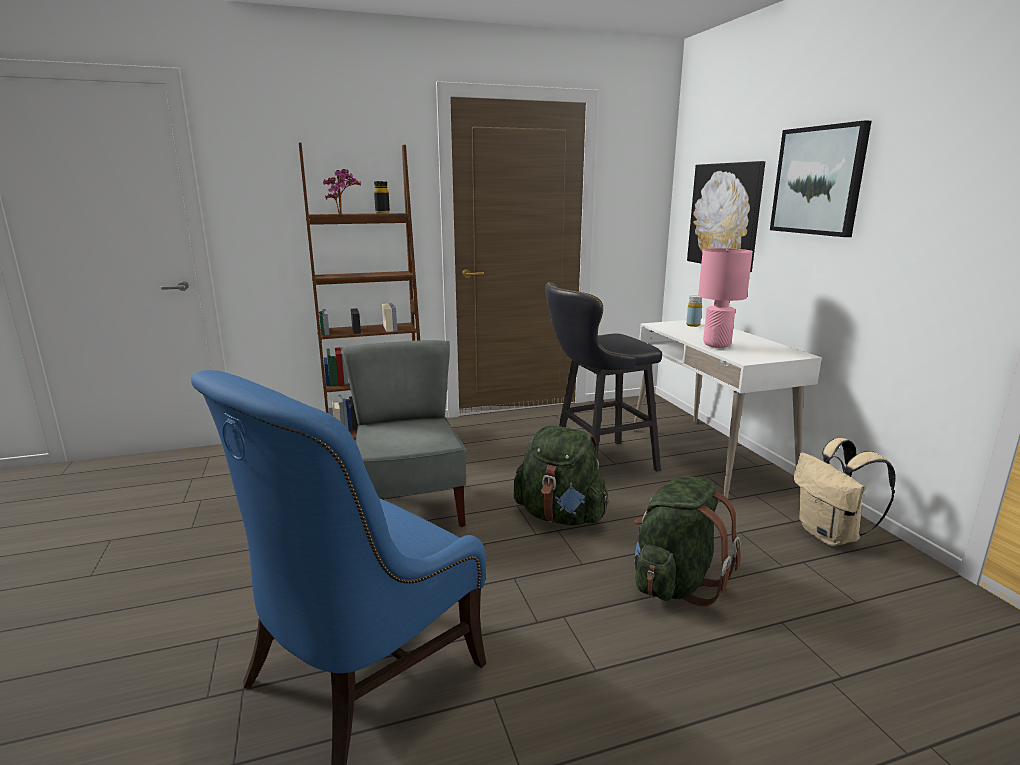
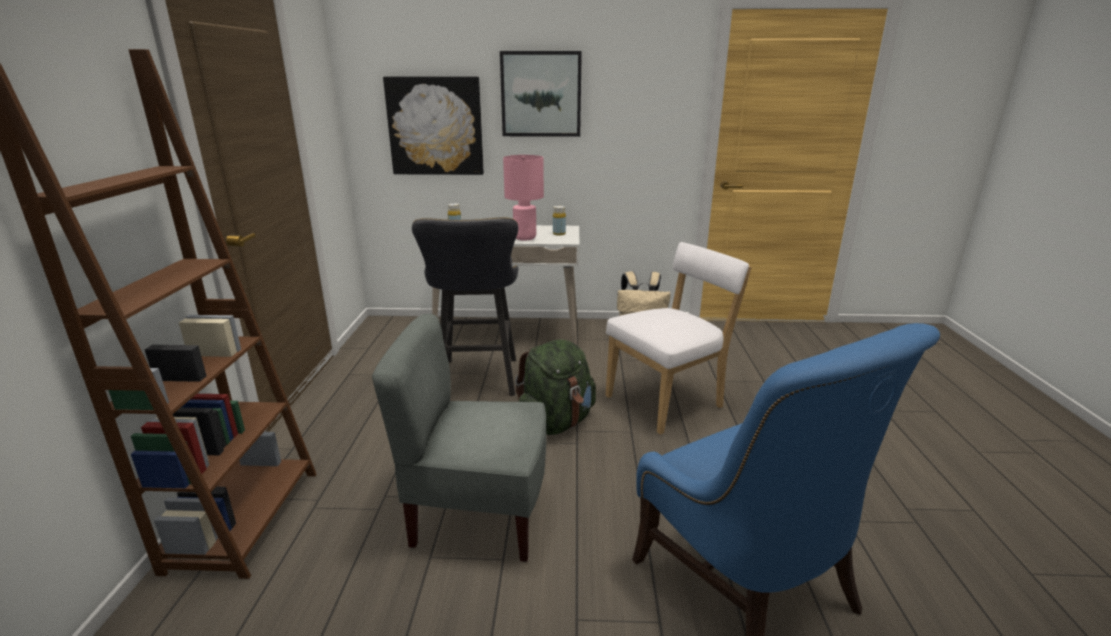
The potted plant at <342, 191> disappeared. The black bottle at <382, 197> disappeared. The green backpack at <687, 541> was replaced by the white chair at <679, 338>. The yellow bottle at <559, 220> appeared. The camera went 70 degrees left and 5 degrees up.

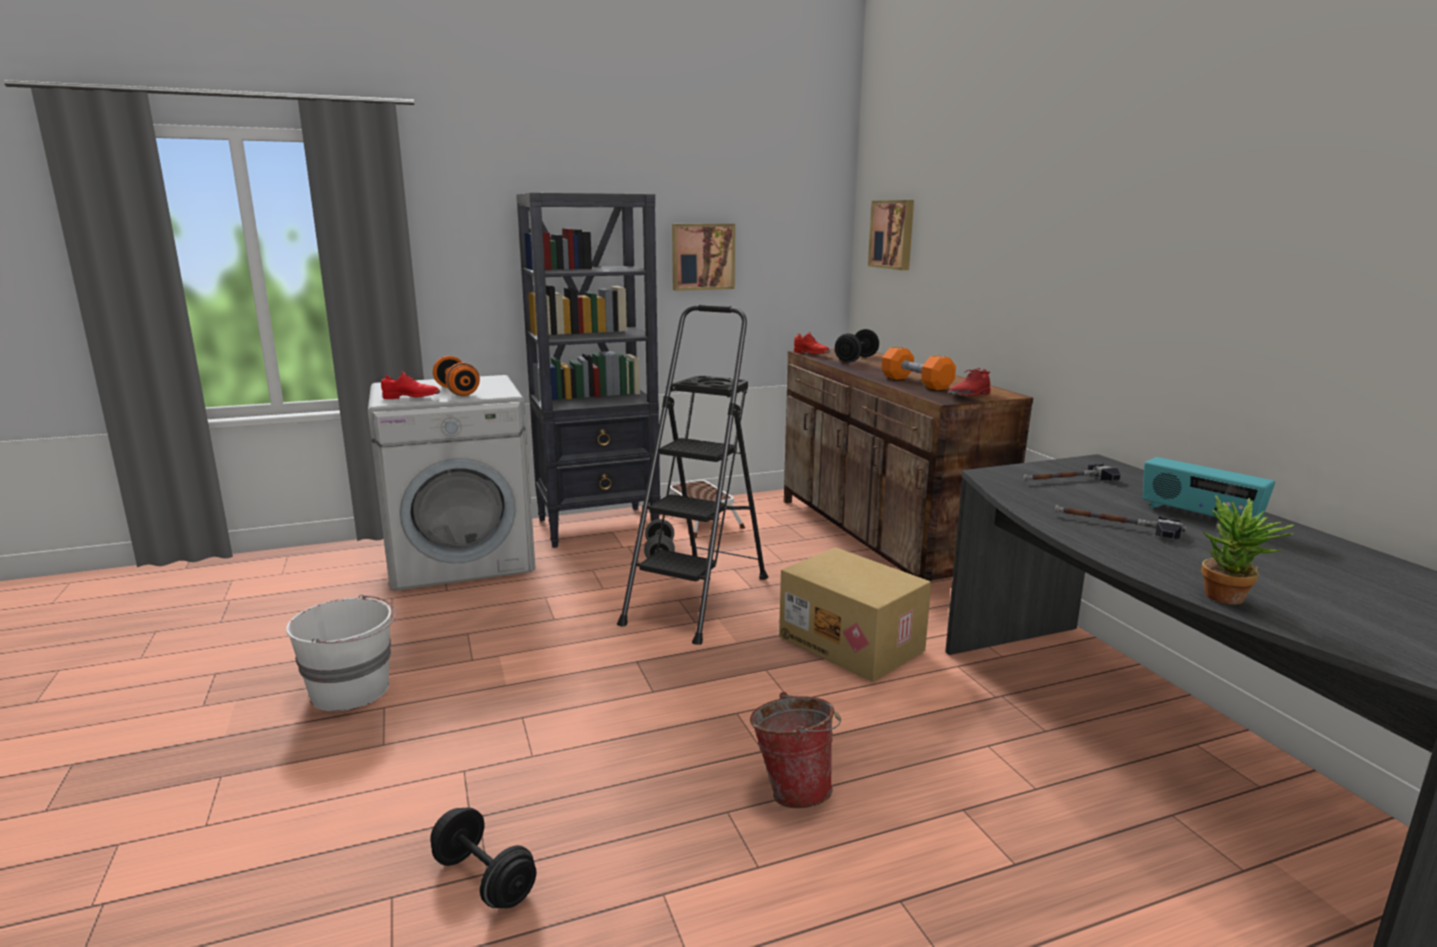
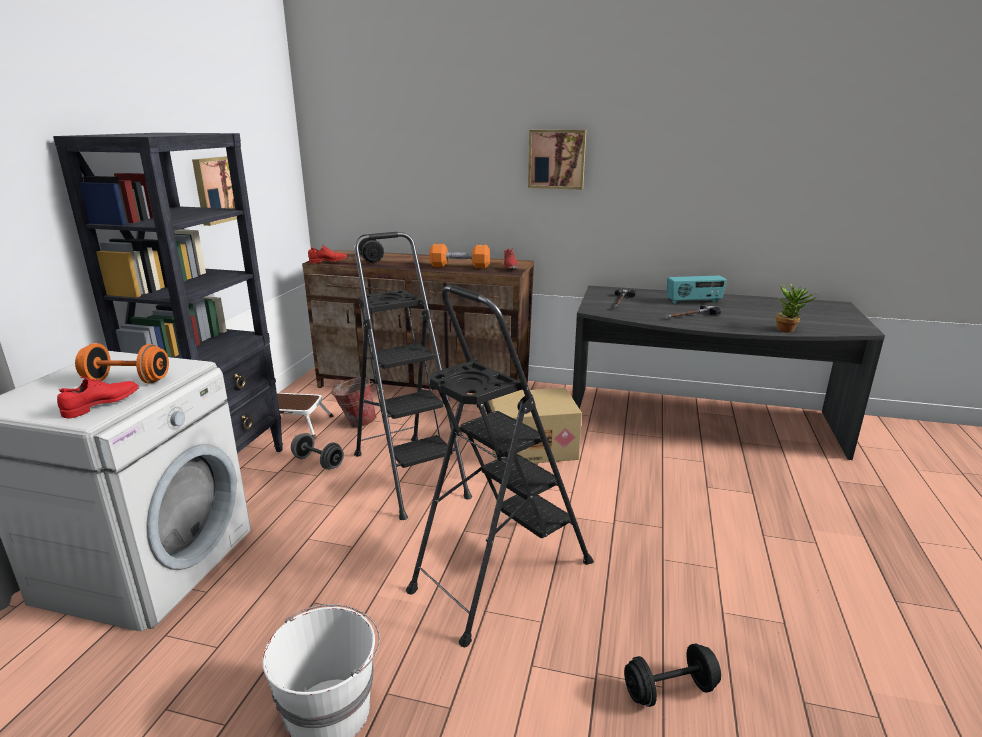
The picture moved from <891, 235> to <557, 160>. The bucket moved from <795, 750> to <353, 402>. The step ladder at <500, 466> appeared. The camera went 55 degrees left and 5 degrees up.

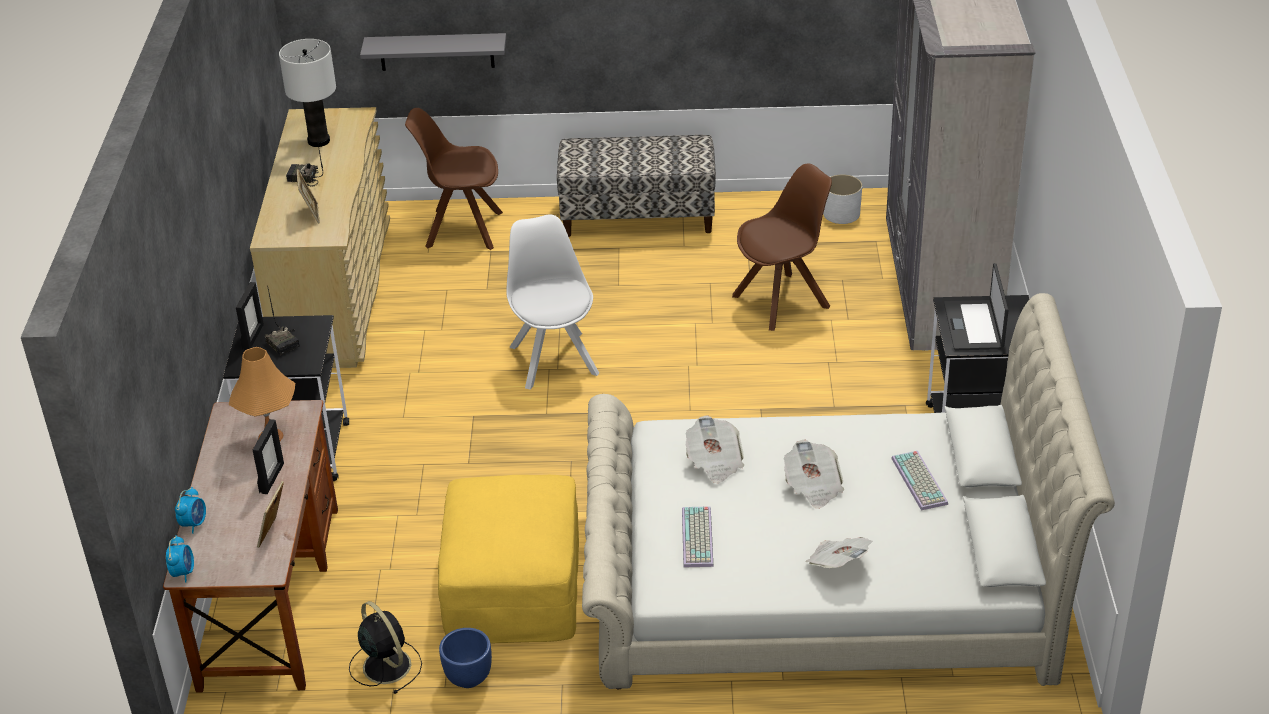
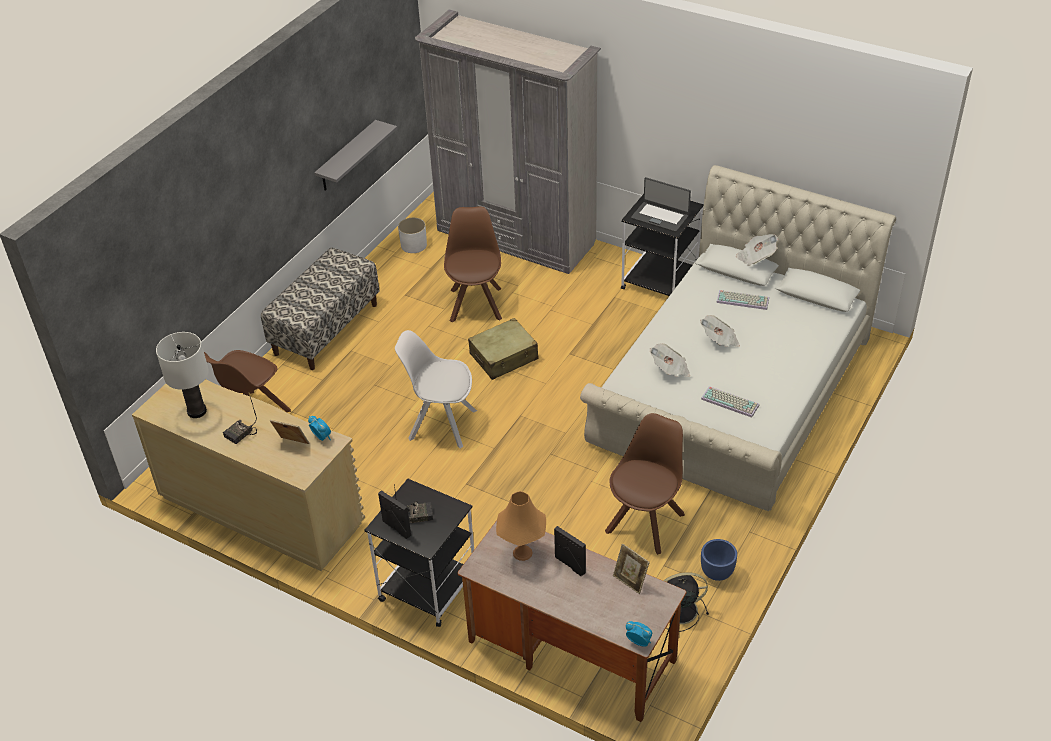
The grey shelf moved from <433, 52> to <355, 155>. The yellow ottoman at <508, 559> was replaced by the brown chair at <645, 484>. The alarm clock moved from <190, 510> to <319, 428>. The newspaper moved from <839, 552> to <757, 250>. The beige suitcase at <503, 349> appeared. The camera went 60 degrees left and 5 degrees up.

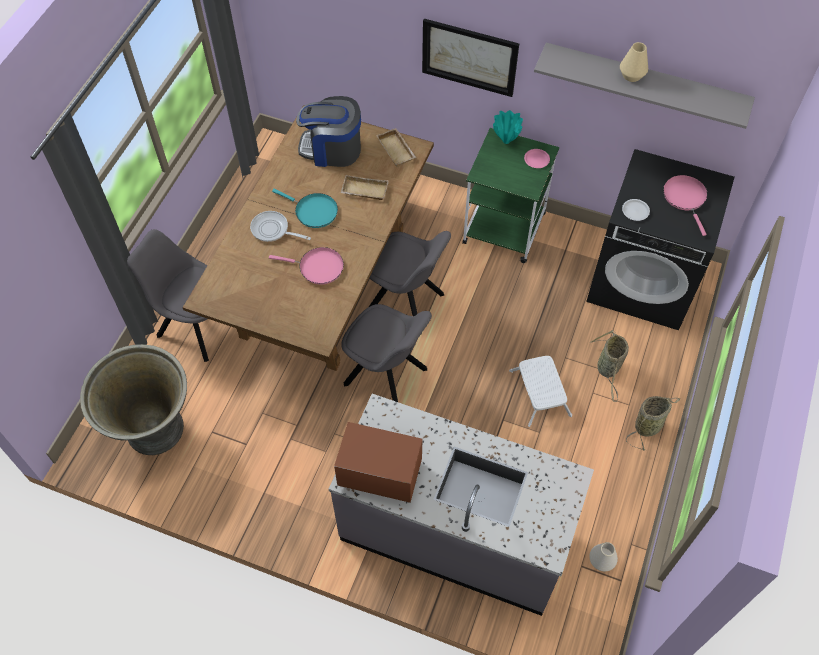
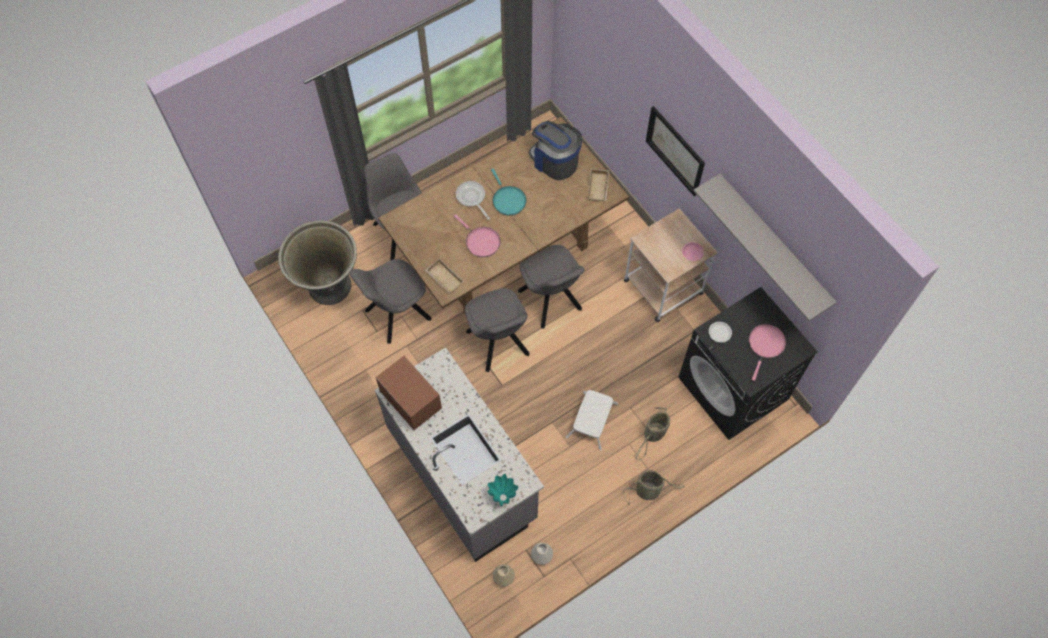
The beige vase moved from <634, 62> to <504, 575>. The turquoise vase moved from <508, 127> to <503, 490>. The green cart at <510, 195> became the beige cart at <671, 265>. The beige tray moved from <365, 187> to <444, 276>. The grey chair at <390, 301> appeared. The camera went 35 degrees right and 5 degrees up.

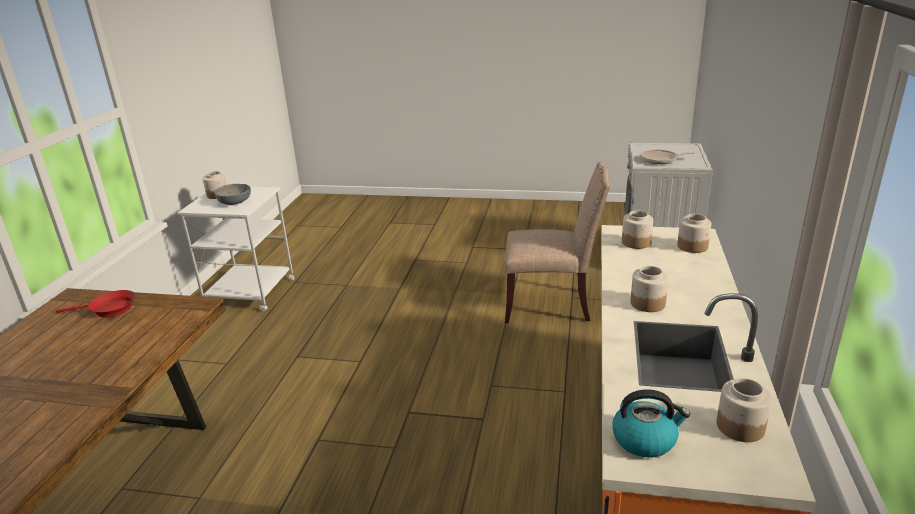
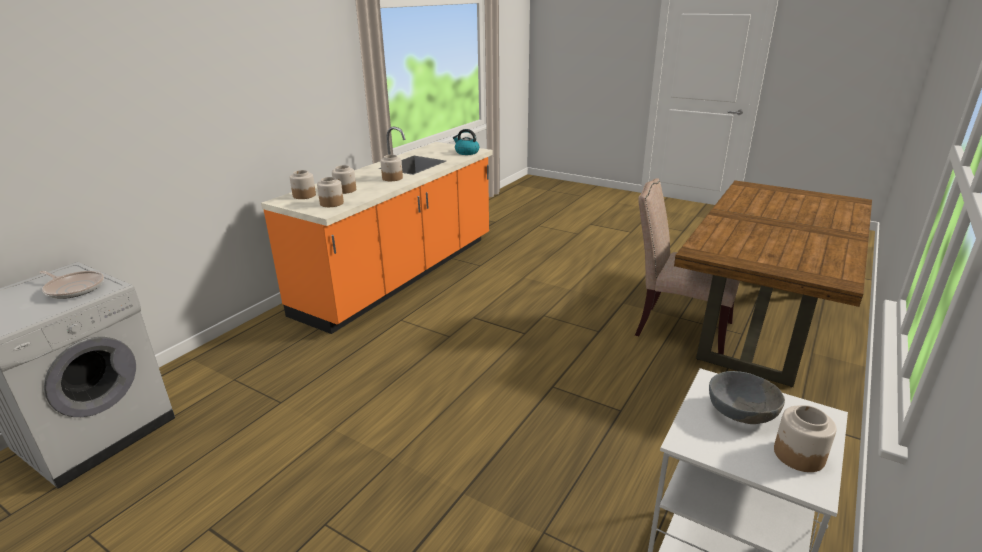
The beige chair moved from <557, 243> to <687, 266>. The red frying pan at <96, 303> disappeared. The jar moved from <744, 410> to <344, 179>. The camera went 160 degrees left and 0 degrees up.

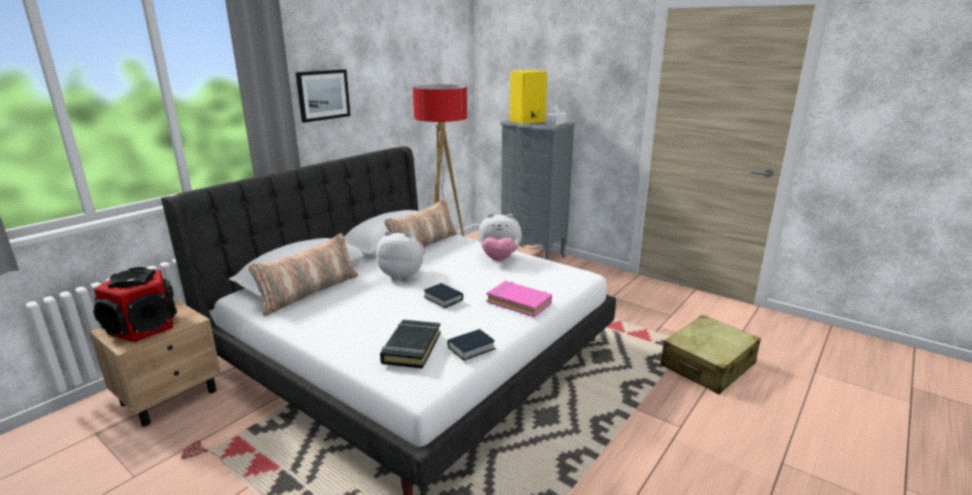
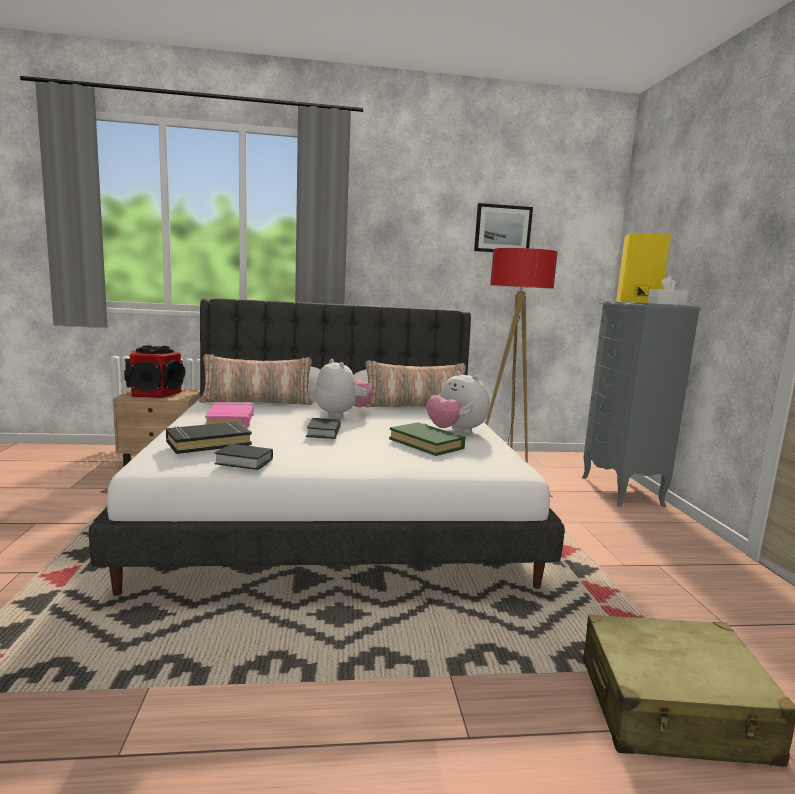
The picture moved from <323, 96> to <503, 227>. The pink book moved from <519, 299> to <229, 415>. The green book at <427, 439> appeared. The camera went 45 degrees right and 10 degrees down.

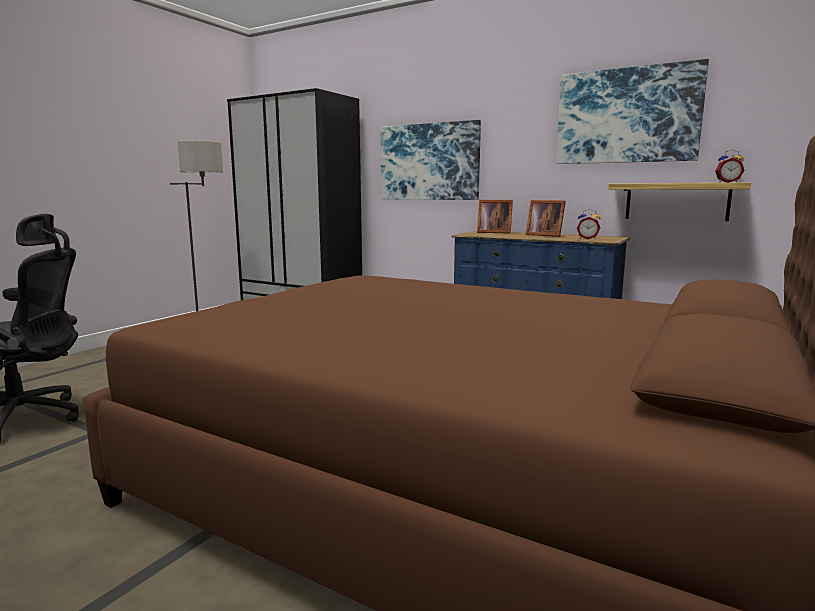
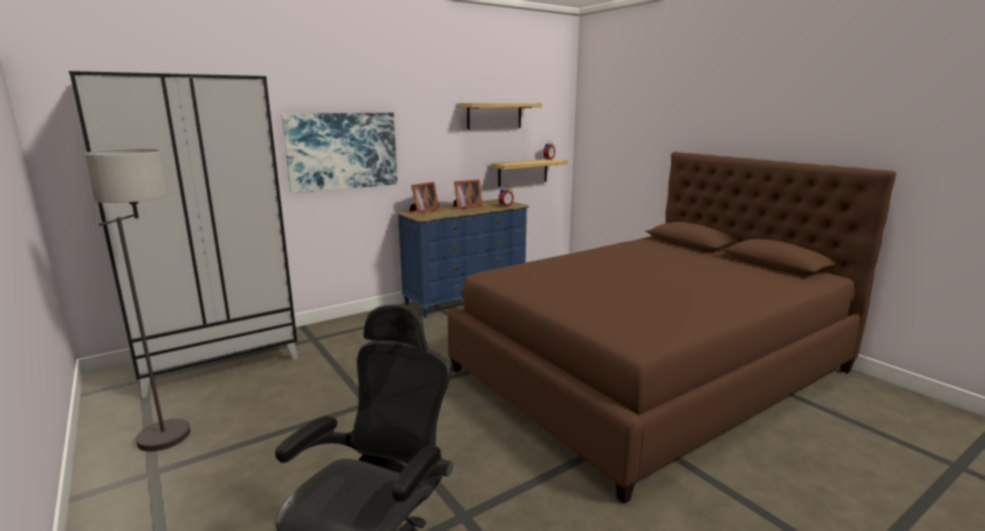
The picture at <632, 111> was replaced by the shelf at <500, 116>. The camera went 65 degrees left and 5 degrees up.

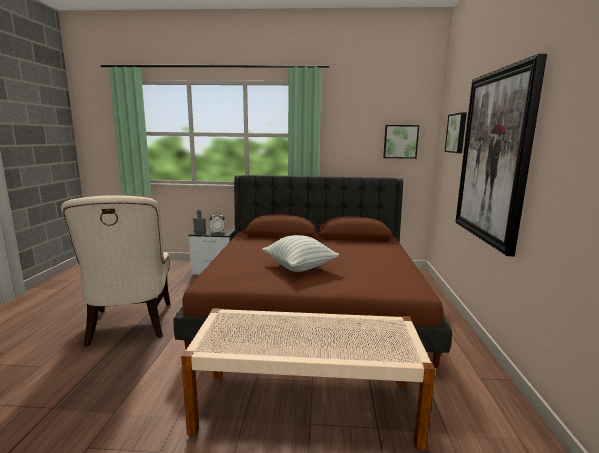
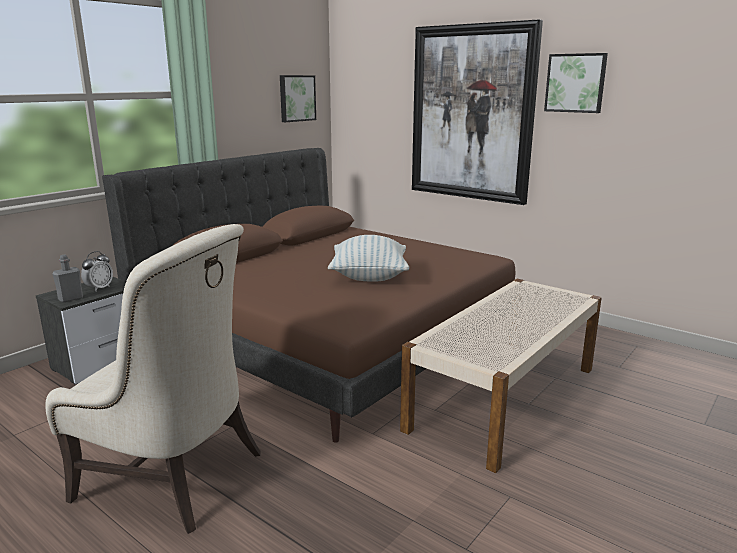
The picture moved from <456, 132> to <576, 83>. The camera went 55 degrees left and 5 degrees up.

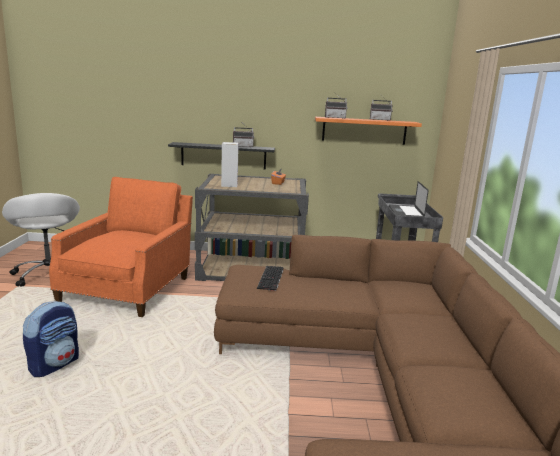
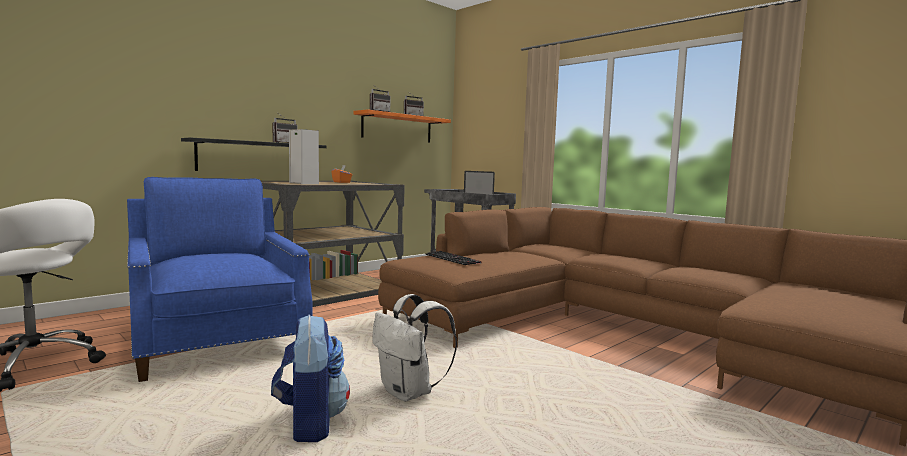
The orange armchair at <121, 247> became the blue armchair at <220, 279>. The white backpack at <414, 348> appeared. The camera went 45 degrees left and 10 degrees down.

